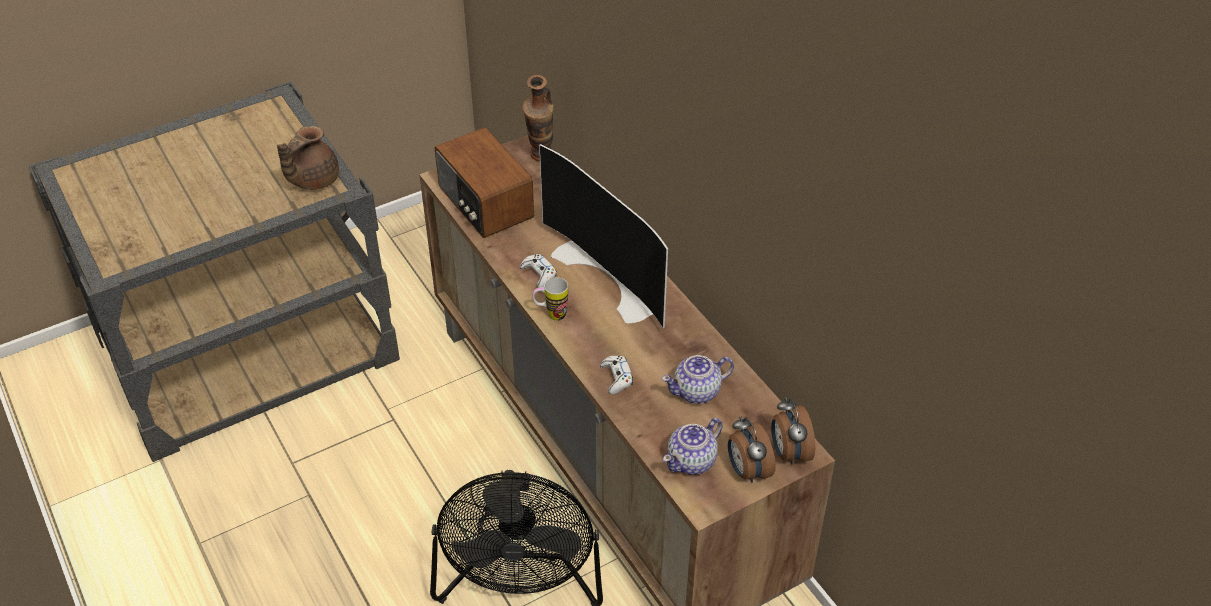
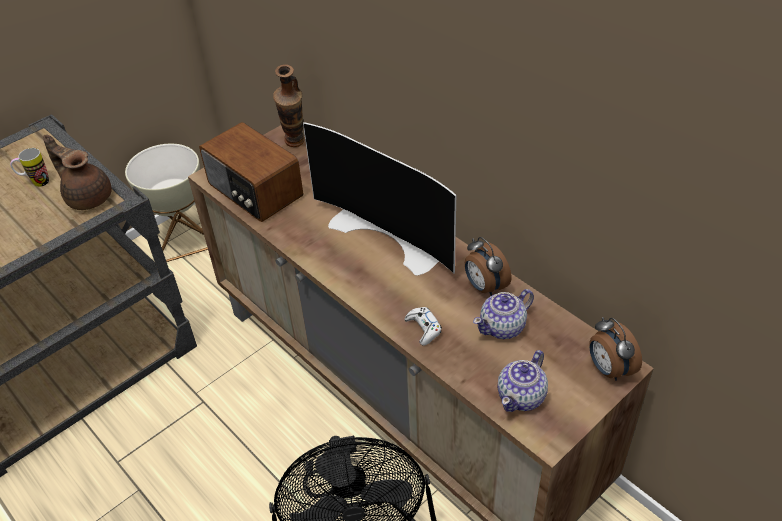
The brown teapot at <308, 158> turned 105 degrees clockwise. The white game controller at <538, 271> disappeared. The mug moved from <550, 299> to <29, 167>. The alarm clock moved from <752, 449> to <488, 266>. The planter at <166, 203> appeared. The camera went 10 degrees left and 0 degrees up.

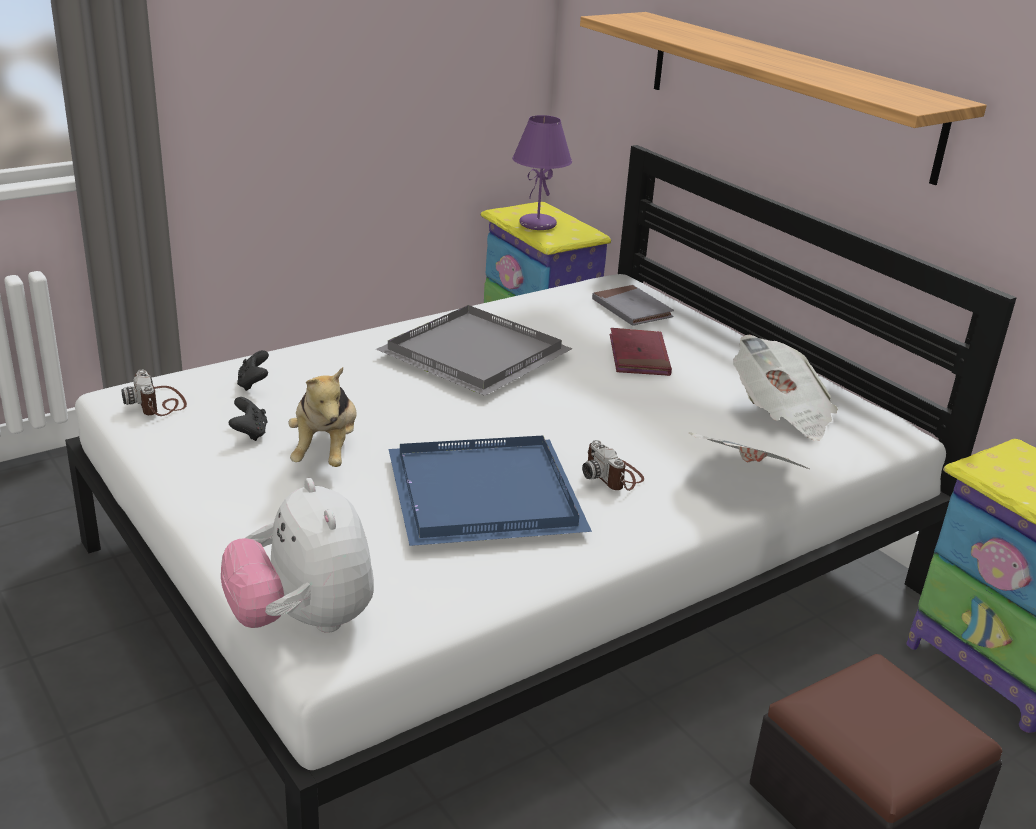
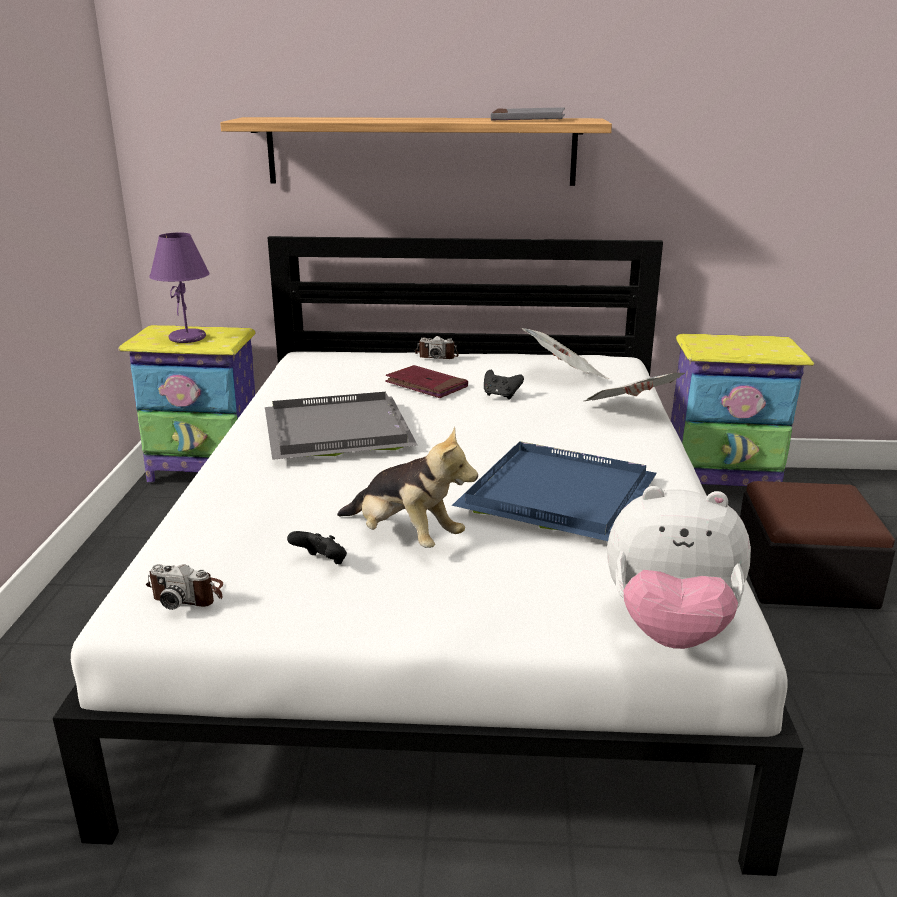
The grey book moved from <633, 305> to <528, 113>. The black game controller moved from <253, 370> to <504, 385>. The photo camera moved from <613, 465> to <436, 347>. The camera went 50 degrees left and 5 degrees down.

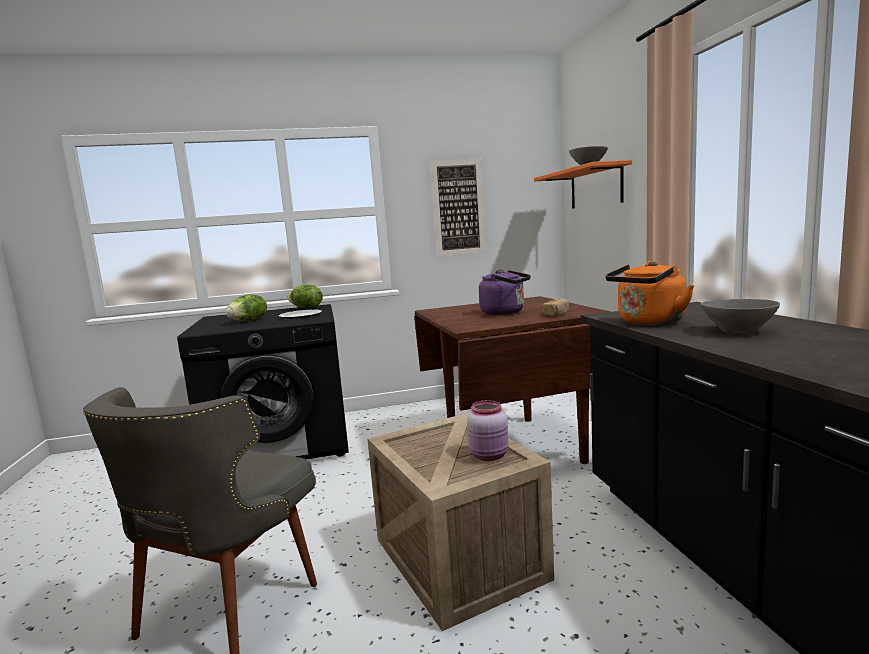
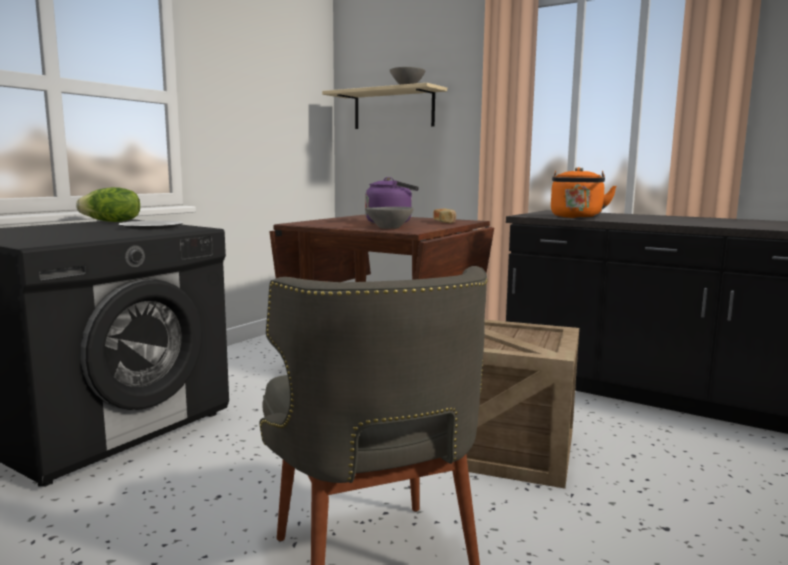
The picture at <458, 207> disappeared. The orange shelf at <583, 184> became the beige shelf at <384, 106>. The lettuce at <246, 307> disappeared. The grey bowl moved from <740, 316> to <389, 218>. The pink jar at <487, 430> disappeared. The camera went 45 degrees left and 0 degrees up.

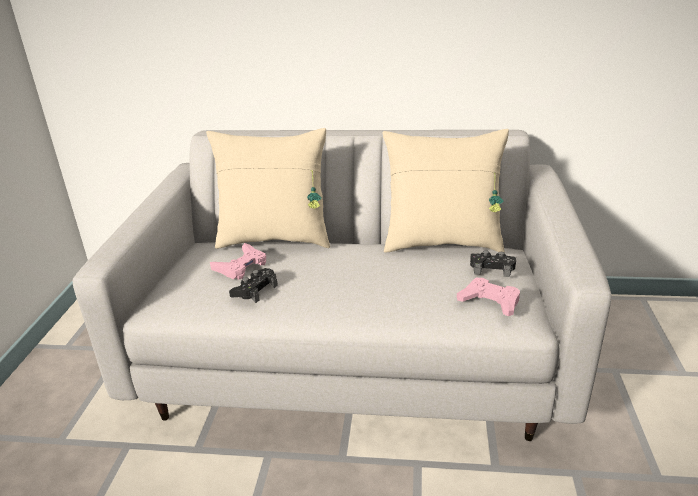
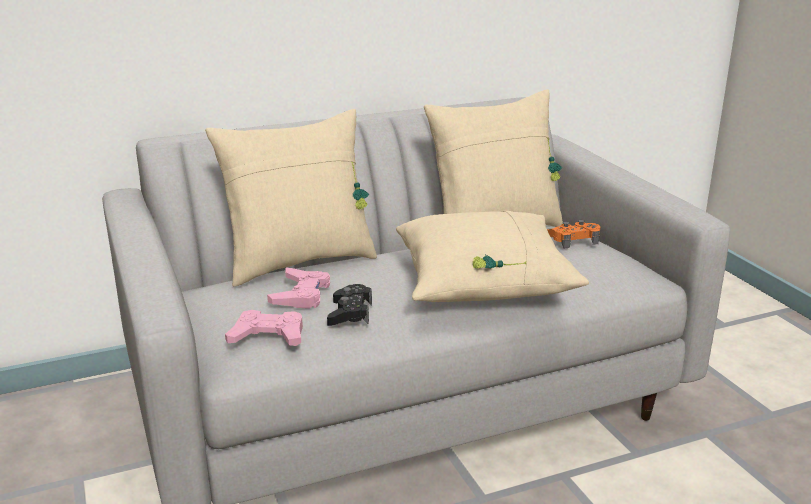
The black game controller at <493, 263> became the orange game controller at <573, 234>. The pink game controller moved from <488, 297> to <264, 328>. The beige pillow at <492, 256> appeared. The camera went 30 degrees left and 5 degrees down.

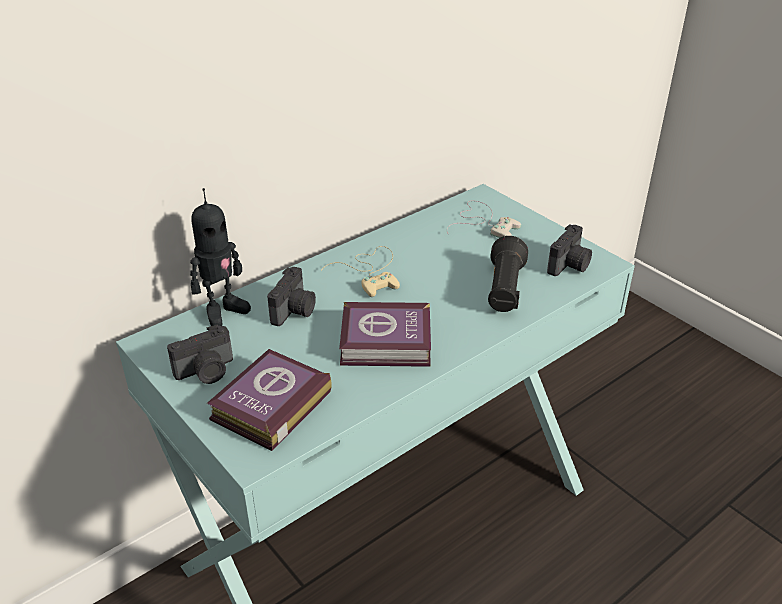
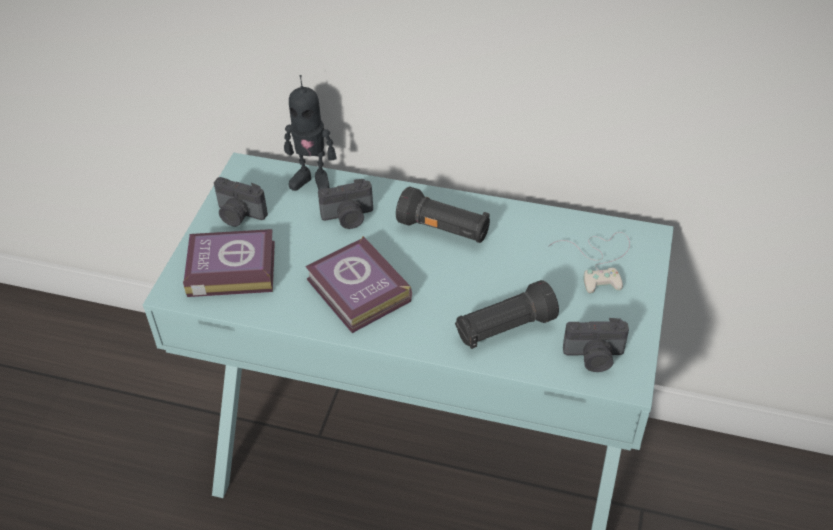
The beige game controller at <360, 271> was replaced by the black flashlight at <443, 215>. The camera went 55 degrees right and 10 degrees up.

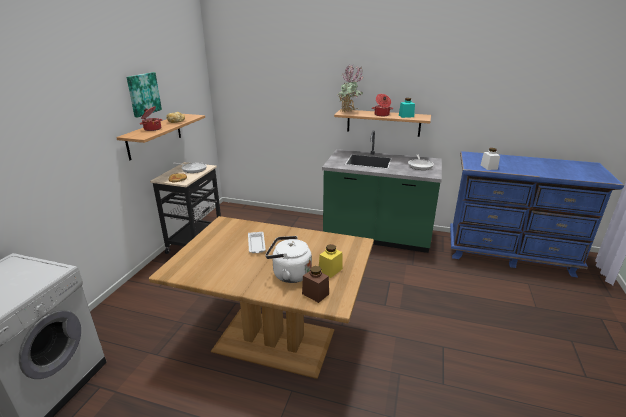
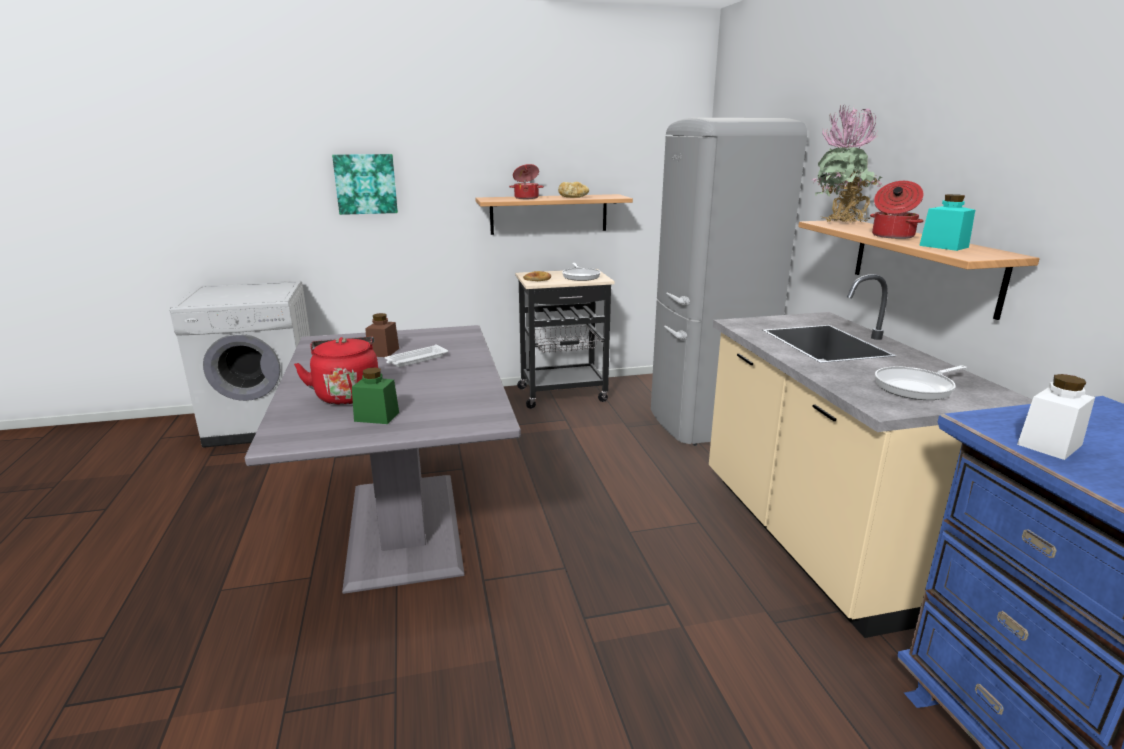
The picture moved from <144, 94> to <365, 184>. The green counter at <382, 191> became the beige counter at <871, 456>. The brown dining table at <261, 297> became the grey dining table at <383, 459>. The white kettle at <288, 259> became the red kettle at <336, 371>. The yellow jar at <331, 261> became the green jar at <375, 395>. The brown jar moved from <315, 284> to <382, 335>. The grey fridge at <729, 282> appeared. The camera went 60 degrees right and 5 degrees down.

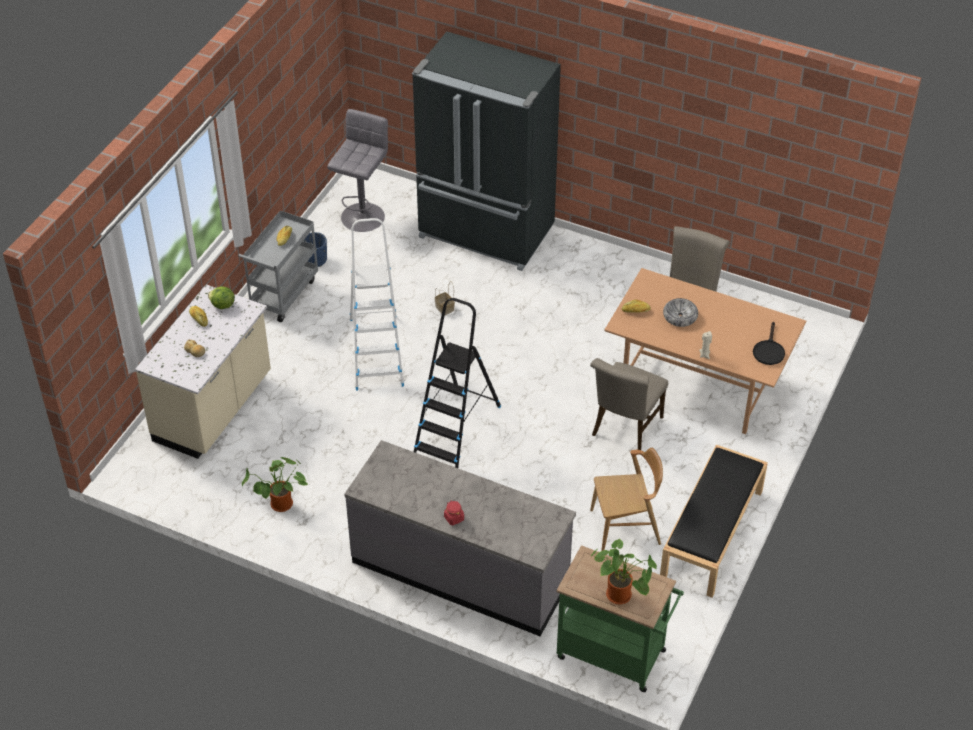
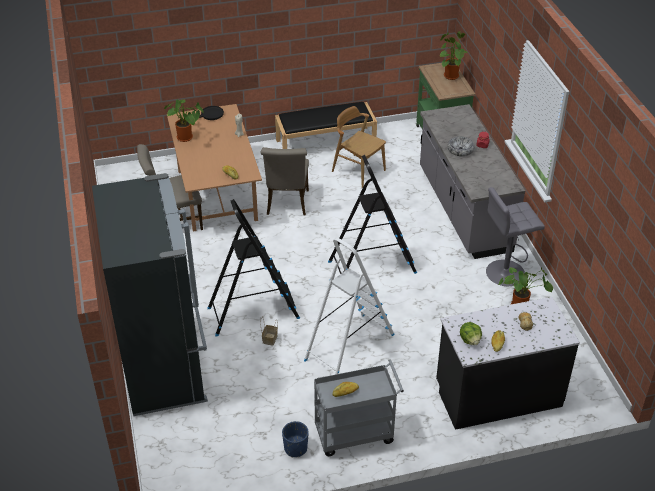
The grey stool moved from <357, 170> to <515, 236>. The beige counter at <203, 371> became the black counter at <508, 363>. The bowl moved from <680, 312> to <461, 146>. The beige chair at <629, 404> turned 105 degrees clockwise. The potted plant at <184, 120> appeared. The black step ladder at <253, 267> appeared. The camera went 130 degrees left and 5 degrees down.

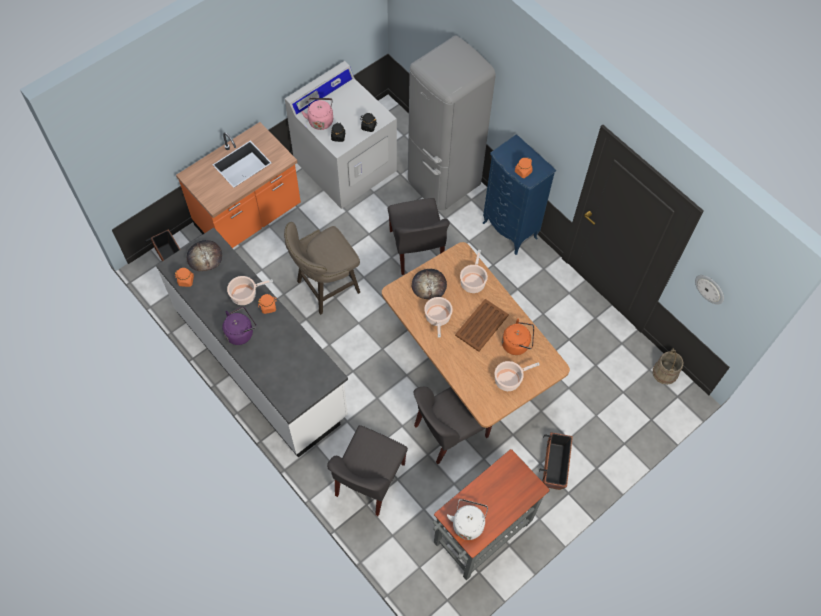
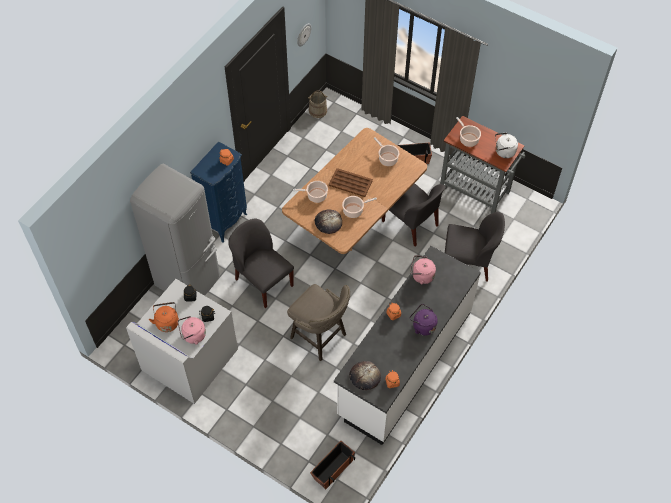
The orange counter at <238, 185> disappeared. The grey chair at <419, 236> turned 105 degrees counterclockwise. The cooking pot moved from <250, 290> to <468, 132>. The orange kettle moved from <518, 337> to <164, 317>. The pink kettle at <423, 269> appeared. The camera went 105 degrees left and 5 degrees down.

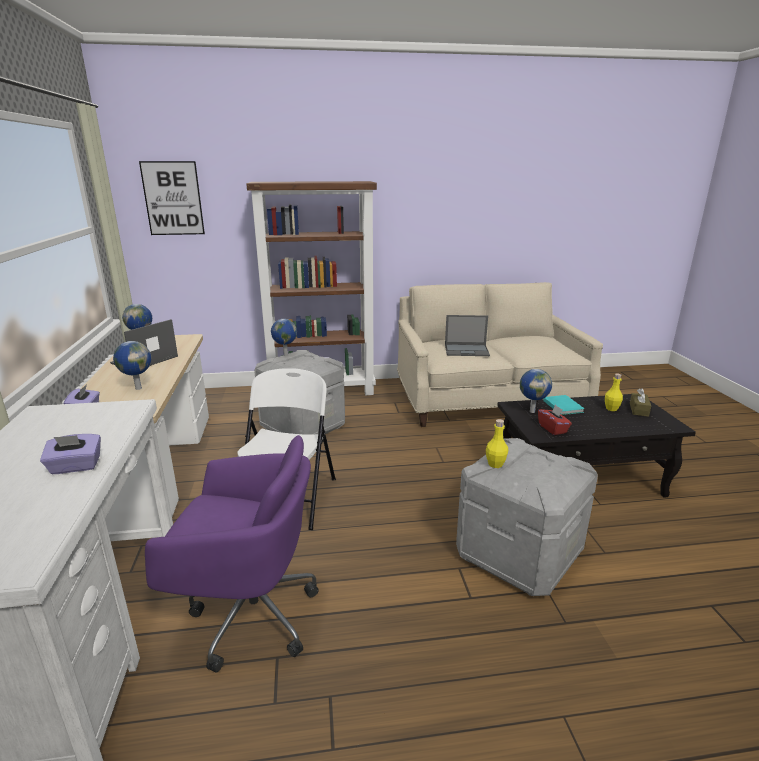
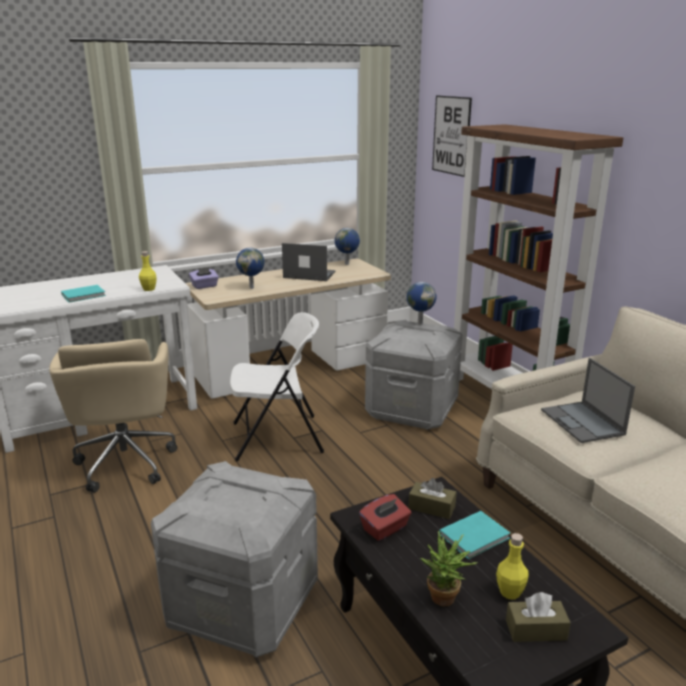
The globe at <536, 391> was replaced by the brown tissue box at <432, 498>. The yellow bottle moved from <497, 443> to <148, 271>. The purple tissue box at <70, 454> was replaced by the turquoise book at <83, 293>. The purple office chair at <232, 553> became the beige office chair at <113, 416>. The potted plant at <448, 569> appeared. The camera went 70 degrees right and 0 degrees up.

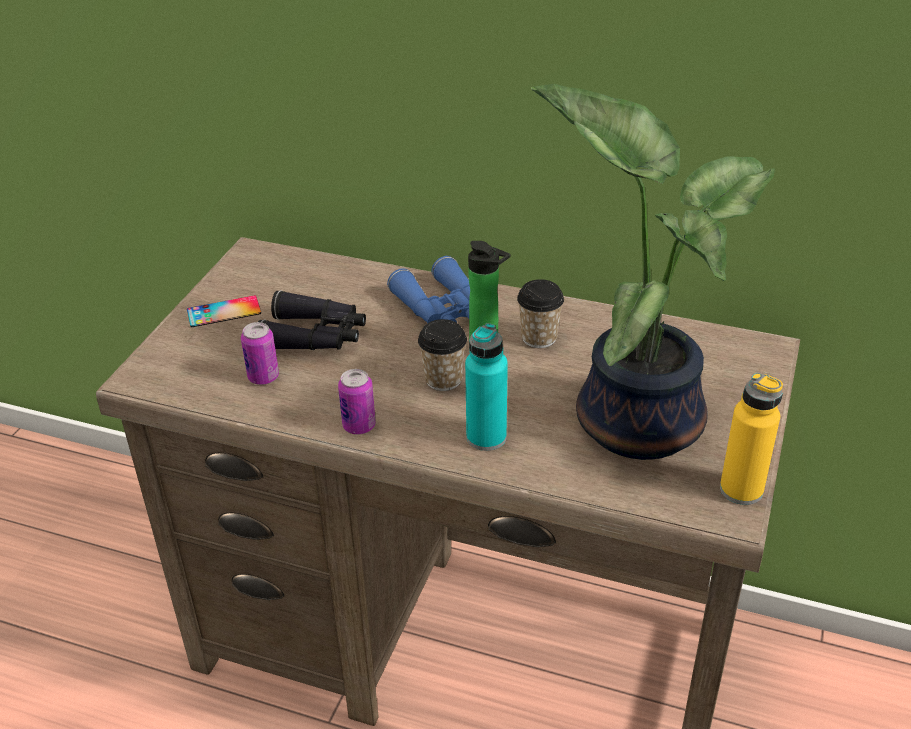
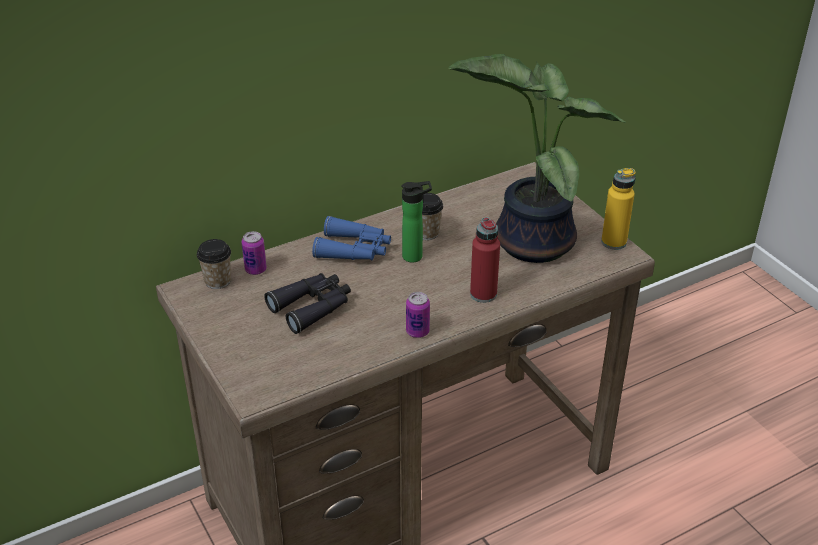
The phone at <224, 311> disappeared. The cup moved from <442, 355> to <214, 264>. The can moved from <260, 353> to <254, 253>. The turquoise bottle at <486, 387> became the red bottle at <485, 260>. The camera went 50 degrees left and 0 degrees up.

